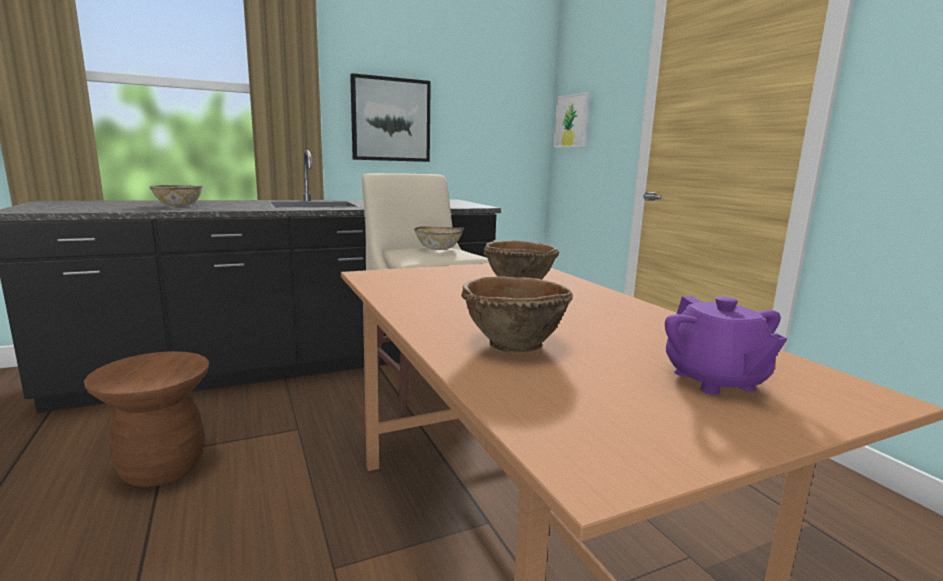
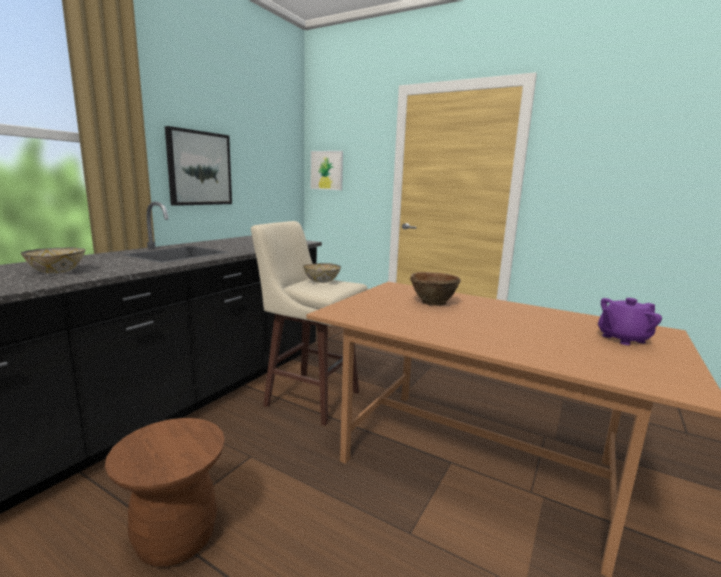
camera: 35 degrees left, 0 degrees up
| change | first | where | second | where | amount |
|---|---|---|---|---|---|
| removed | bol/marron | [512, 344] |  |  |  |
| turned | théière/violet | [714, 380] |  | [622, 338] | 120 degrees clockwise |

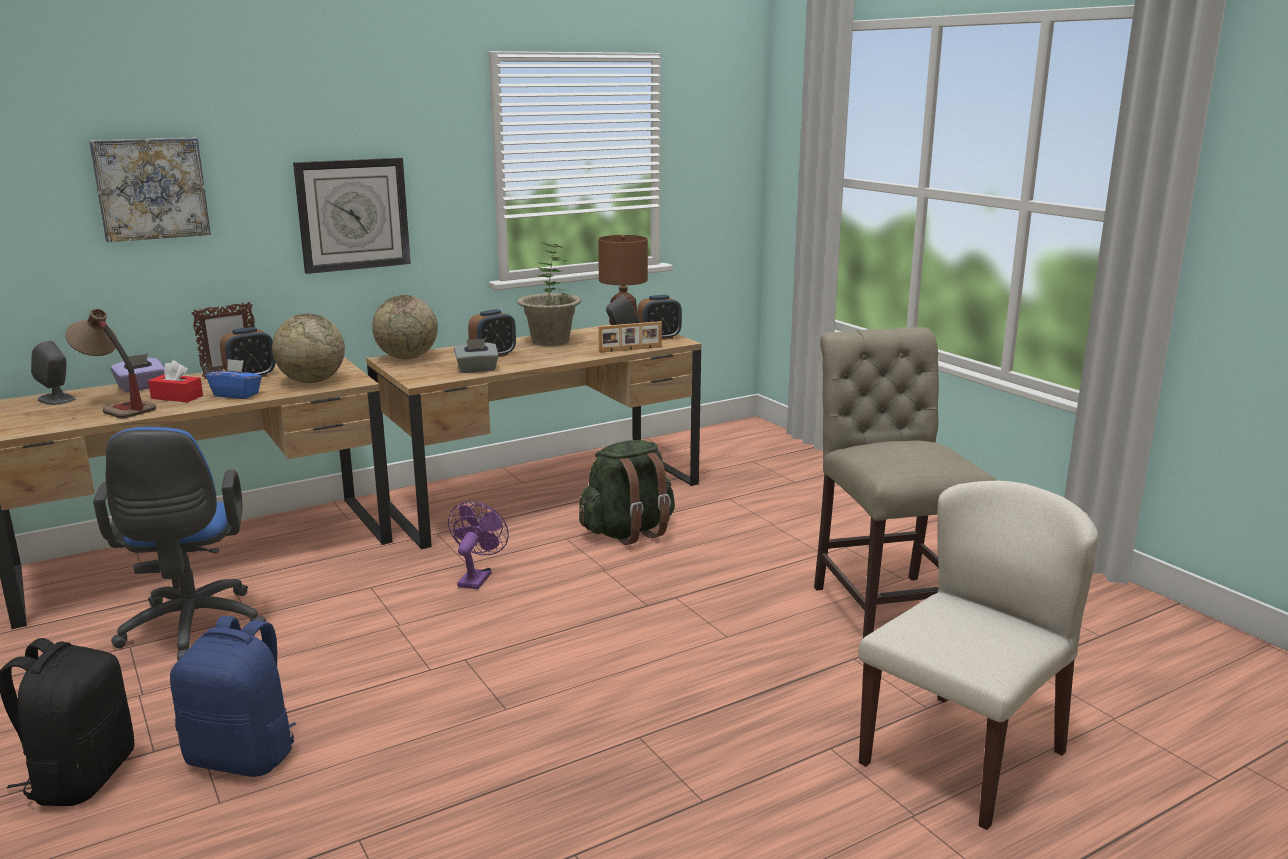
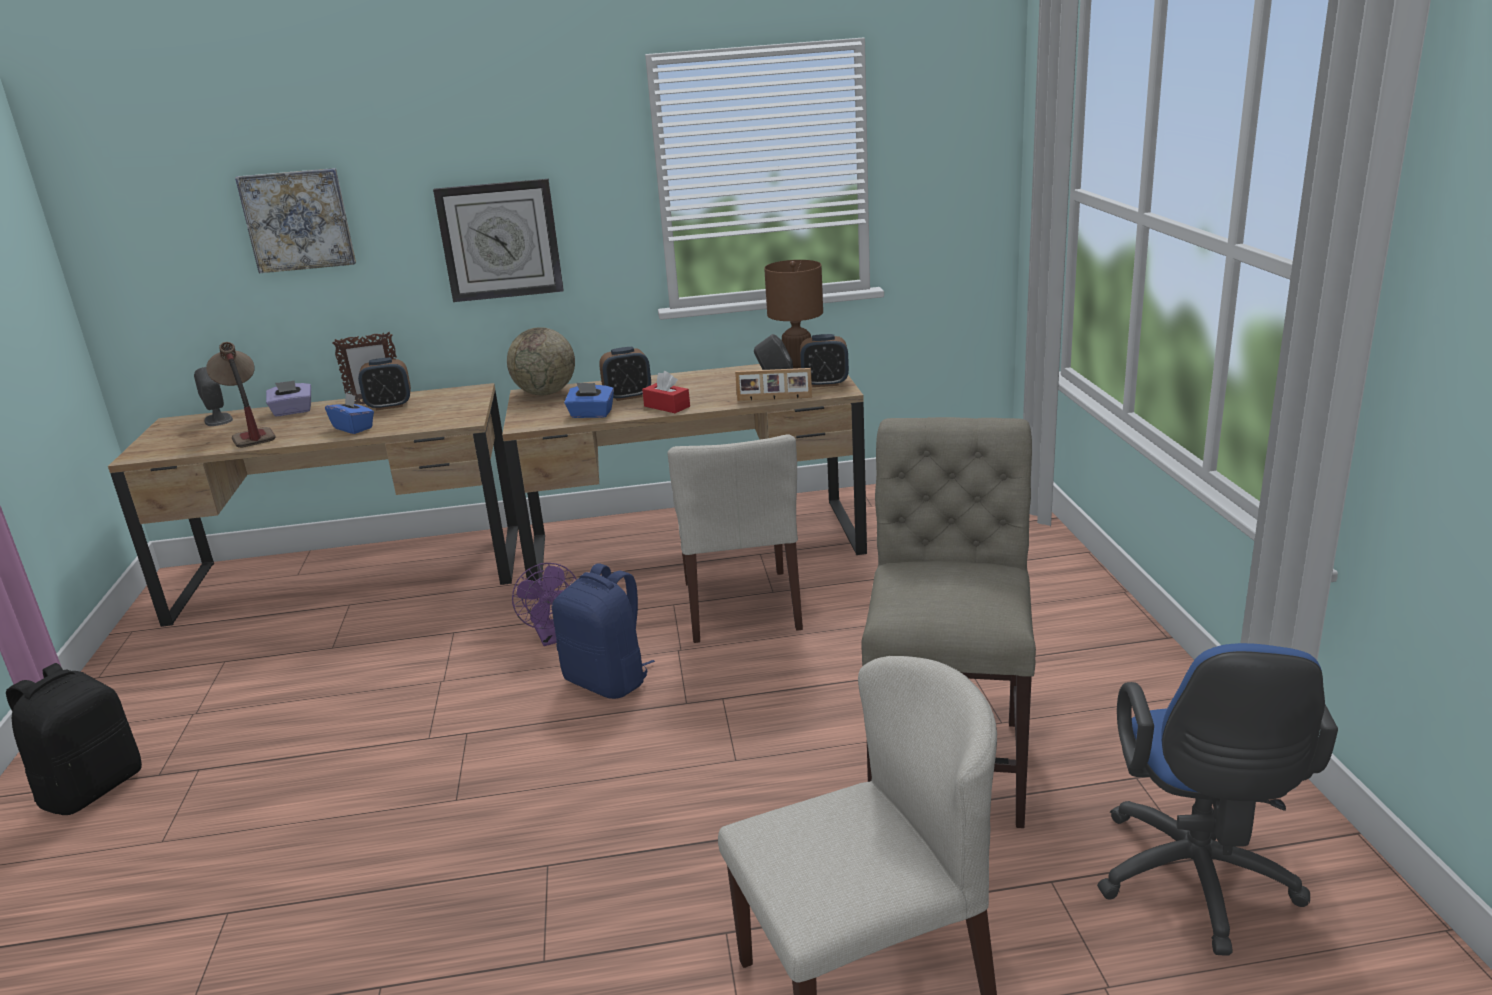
camera: 25 degrees right, 5 degrees up
| change | first | where | second | where | amount |
|---|---|---|---|---|---|
| removed | plante en pot | [550, 341] |  |  |  |
| removed | globe | [312, 381] |  |  |  |
| recoloured | boîte à mouchoirs/gris | [477, 369] | boîte à mouchoirs/bleu | [591, 414] |  |
| moved | boîte à mouchoirs/rouge | [177, 397] |  | [667, 406] |  |
| moved | chaise de bureau/bleu | [191, 630] |  | [1197, 885] |  |
| replaced | sac à dos/vert | [628, 532] | chaise/beige | [741, 606] |  |
| turned | ventilateur/violet | [477, 577] |  | [552, 638] | 120 degrees clockwise |
| moved | sac à dos/bleu | [243, 756] |  | [608, 681] |  |

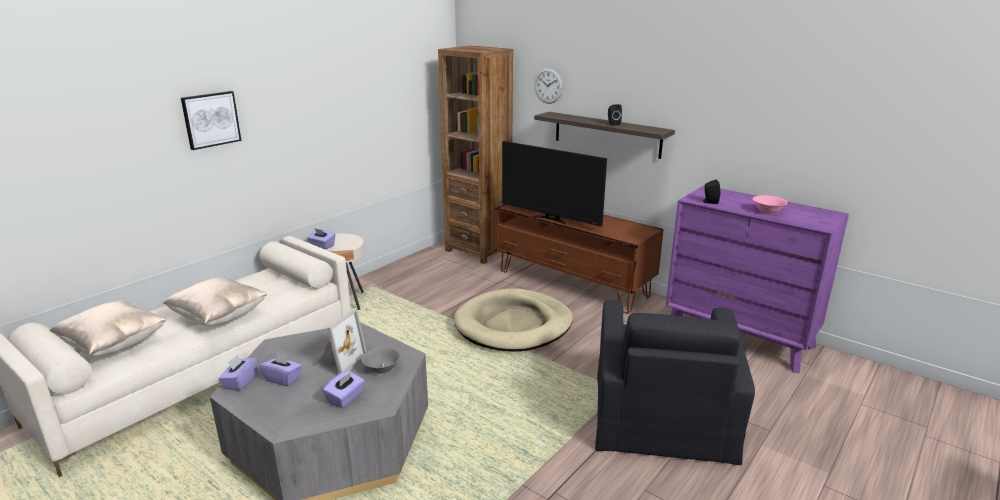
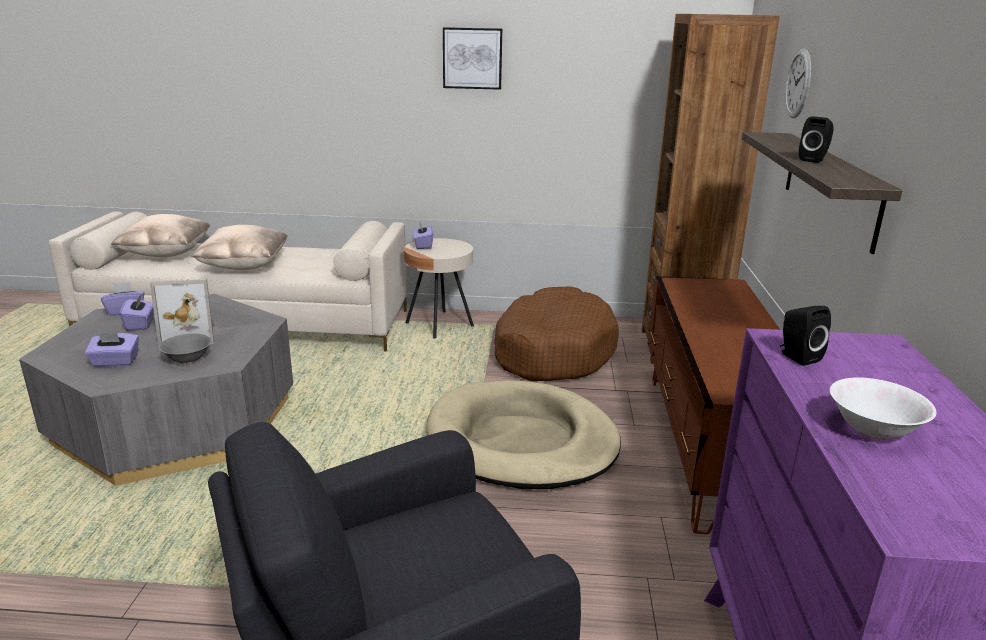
camera: 55 degrees right, 0 degrees up
| change | first | where | second | where | amount |
|---|---|---|---|---|---|
| moved | tableau | [211, 119] |  | [472, 58] |  |
| removed | téléviseur | [551, 219] |  |  |  |
| recoloured | bol/rose | [767, 211] | bol/blanc | [873, 430] |  |
| added |  |  | panier pour chien/marron | [552, 351] |  |

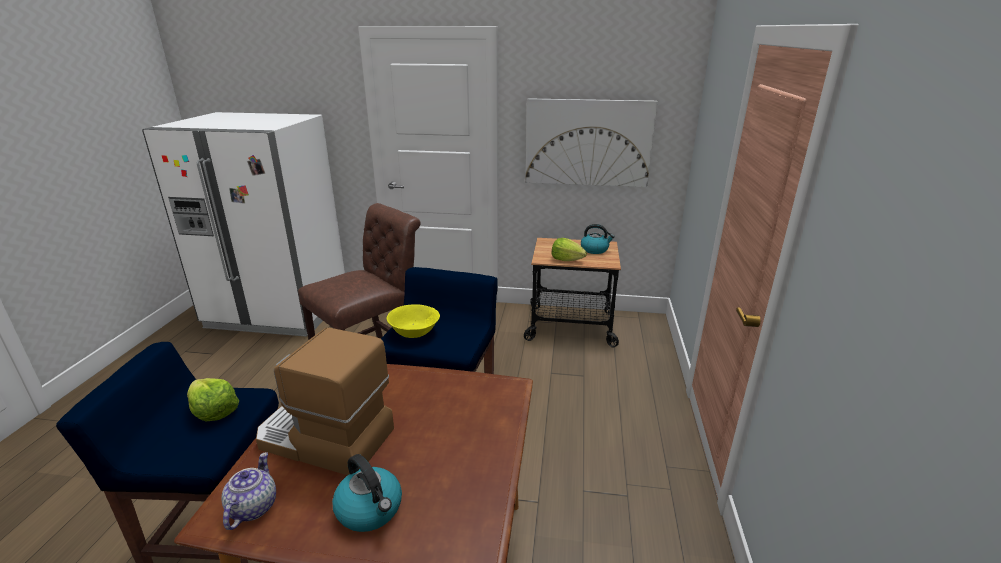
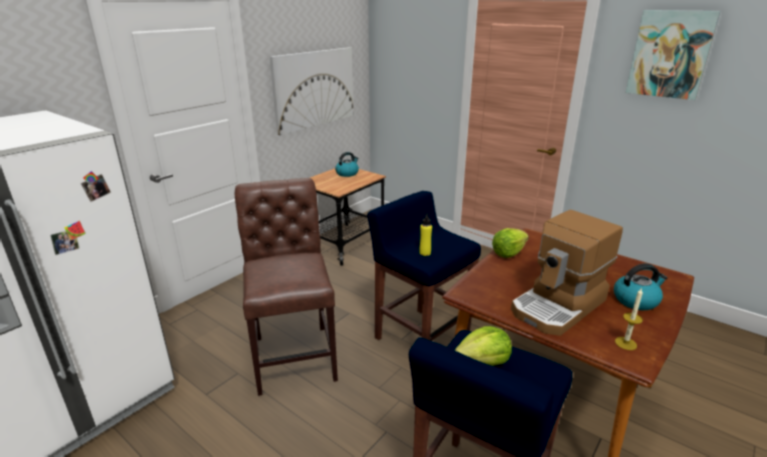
camera: 60 degrees left, 0 degrees up
| change | first | where | second | where | amount |
|---|---|---|---|---|---|
| moved | laitue | [566, 259] |  | [508, 253] |  |
| replaced | bol/jaune | [414, 332] | bouteille/jaune | [425, 253] |  |
| replaced | théière | [252, 507] | bougie | [625, 343] |  |
| added |  |  | tableau | [670, 54] |  |

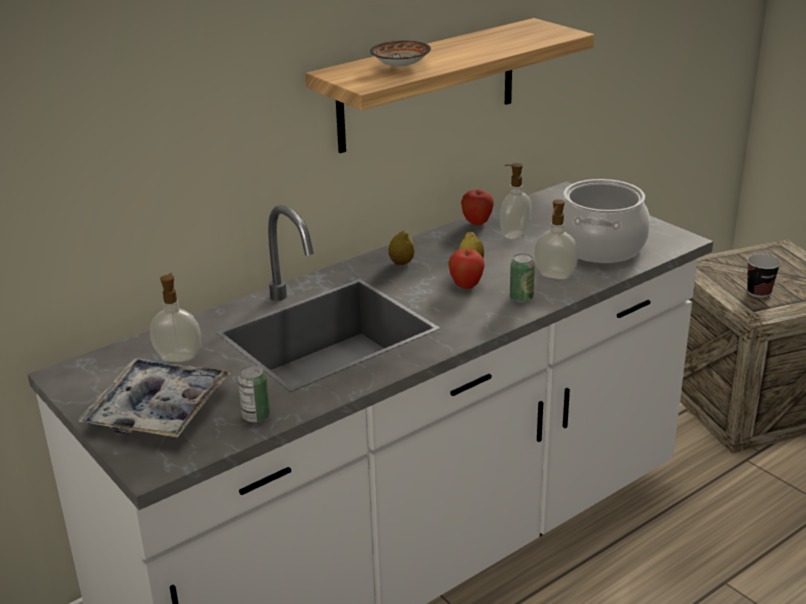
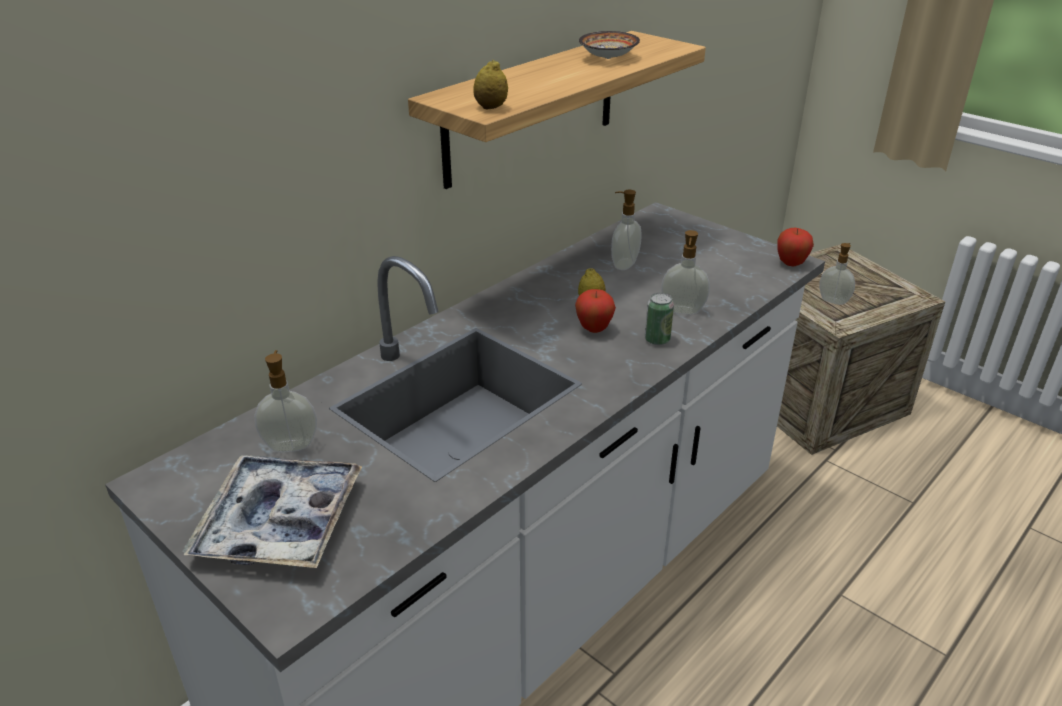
camera: 10 degrees left, 5 degrees up
| change | first | where | second | where | amount |
|---|---|---|---|---|---|
| moved | bol | [401, 66] |  | [608, 58] |  |
| removed | marmite | [601, 247] |  |  |  |
| moved | pomme | [477, 223] |  | [791, 264] |  |
| moved | citron | [401, 263] |  | [491, 107] |  |
| replaced | tasse | [759, 292] | distributeur de savon | [833, 300] |  |
| removed | boîte métallique | [256, 416] |  |  |  |

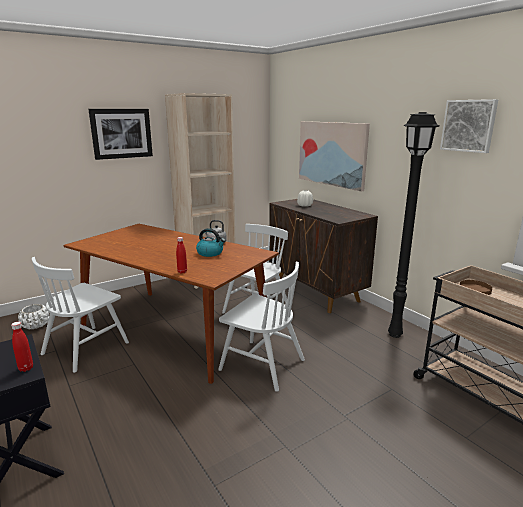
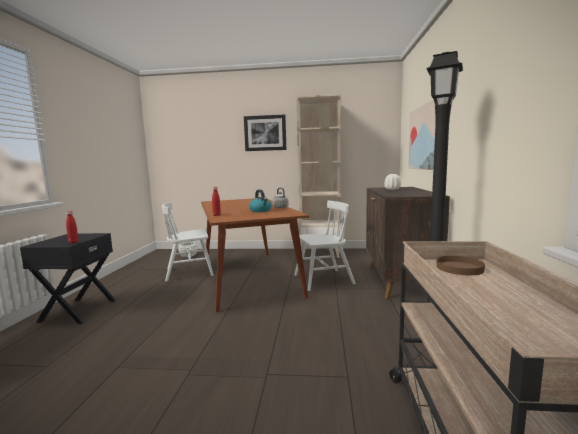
camera: 40 degrees right, 10 degrees down
| change | first | where | second | where | amount |
|---|---|---|---|---|---|
| removed | tableau | [469, 125] |  |  |  |
| removed | chaise/blanc | [262, 364] |  |  |  |

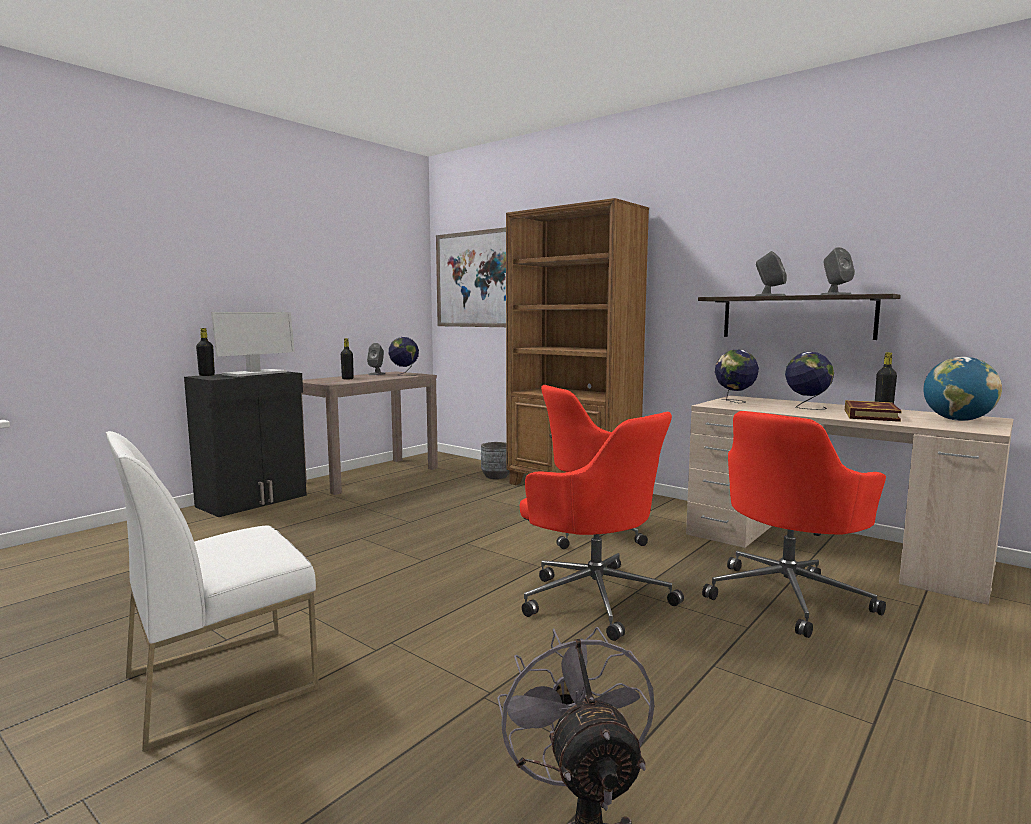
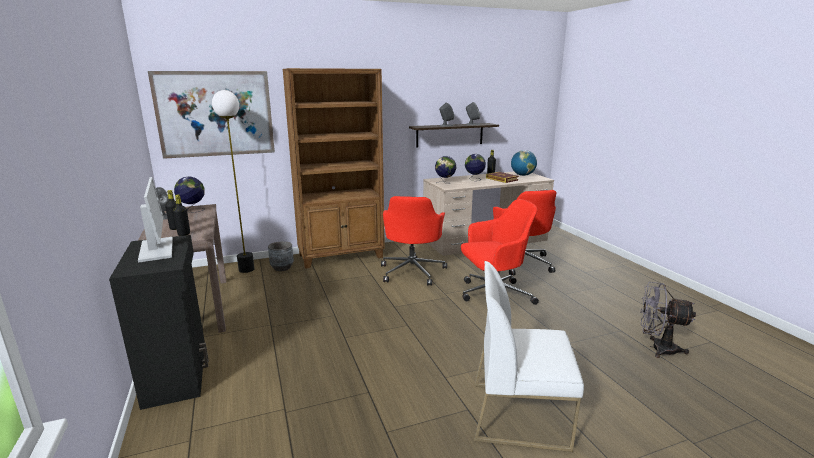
camera: 60 degrees left, 10 degrees up
| change | first | where | second | where | amount |
|---|---|---|---|---|---|
| moved | bouteille/noir | [206, 375] |  | [184, 234] |  |
| turned | chaise/blanc | [222, 681] |  | [520, 414] | 105 degrees clockwise |
| added |  |  | lampadaire | [246, 269] |  |

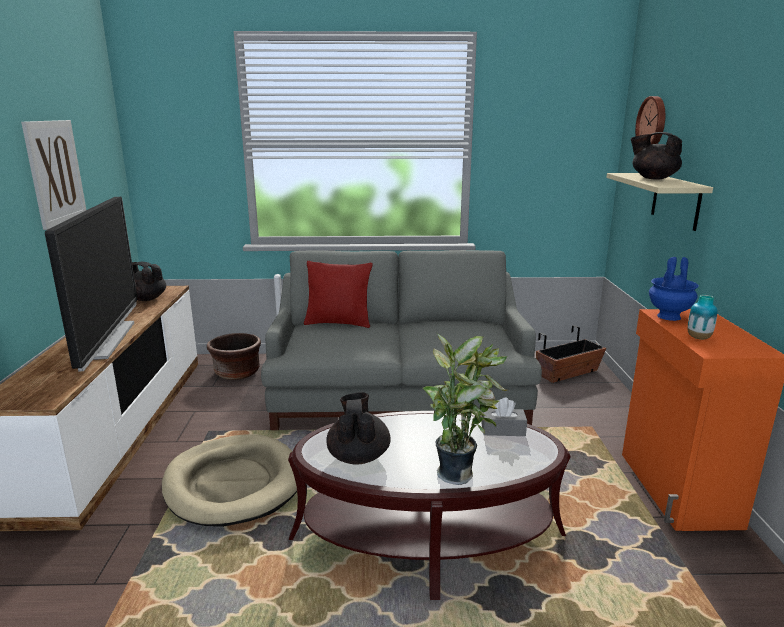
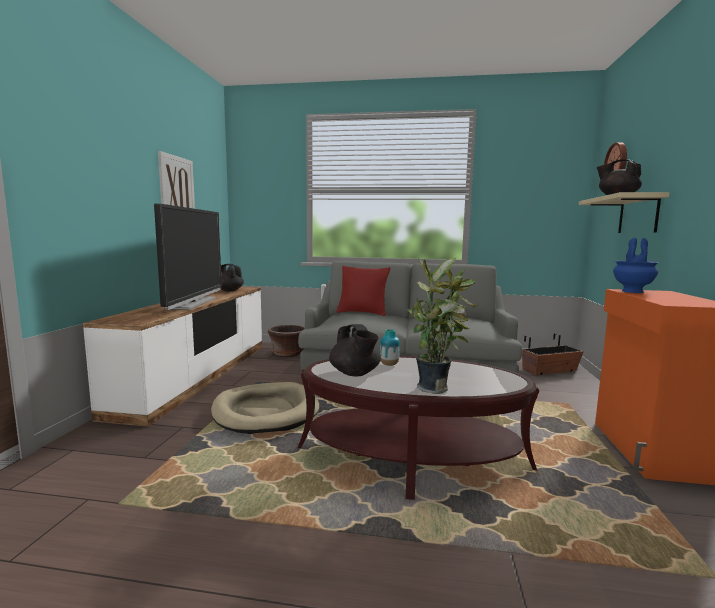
camera: 10 degrees right, 10 degrees down
| change | first | where | second | where | amount |
|---|---|---|---|---|---|
| moved | vase | [698, 338] |  | [389, 364] |  |
| turned | théière/noir | [358, 456] |  | [355, 374] | 150 degrees clockwise |
| removed | boîte à mouchoirs/gris | [503, 430] |  |  |  |

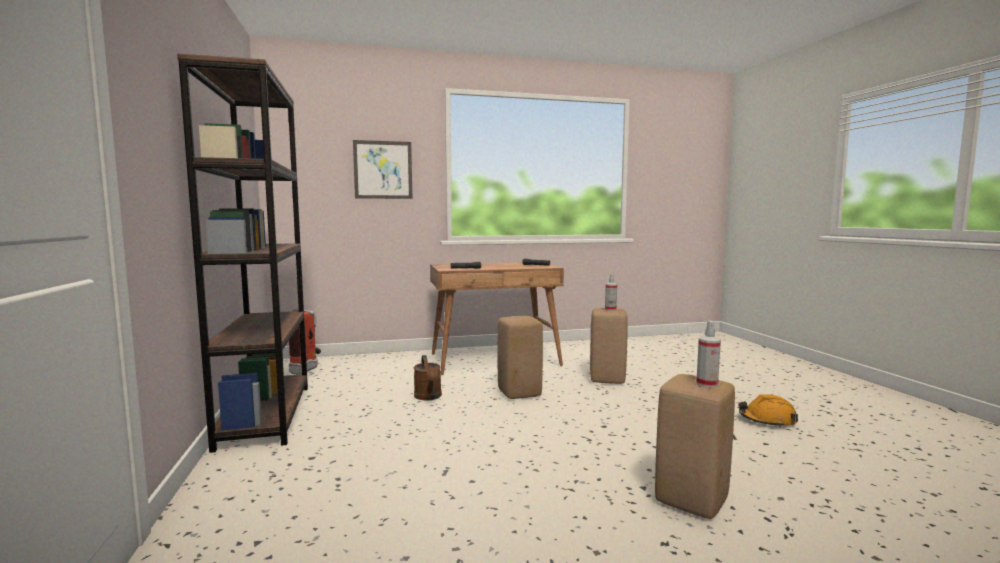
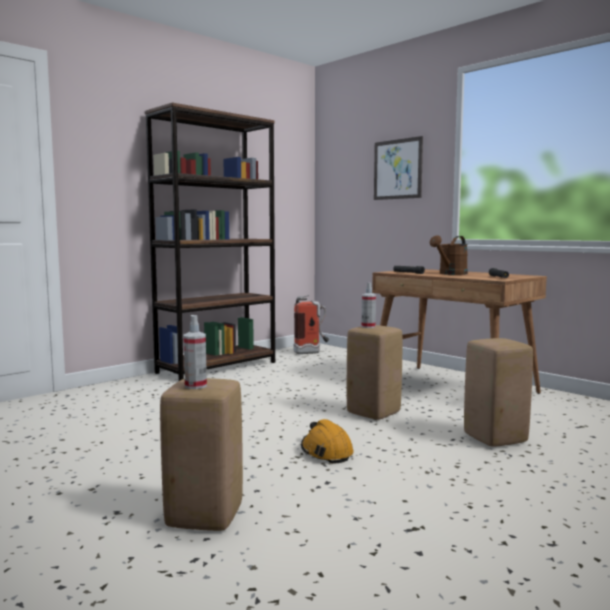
camera: 60 degrees right, 0 degrees up
| change | first | where | second | where | amount |
|---|---|---|---|---|---|
| moved | vaporisateur | [610, 309] |  | [368, 327] |  |
| moved | arrosoir/marron | [429, 397] |  | [450, 274] |  |
| moved | casque de chantier/orange | [767, 420] |  | [326, 452] |  |

